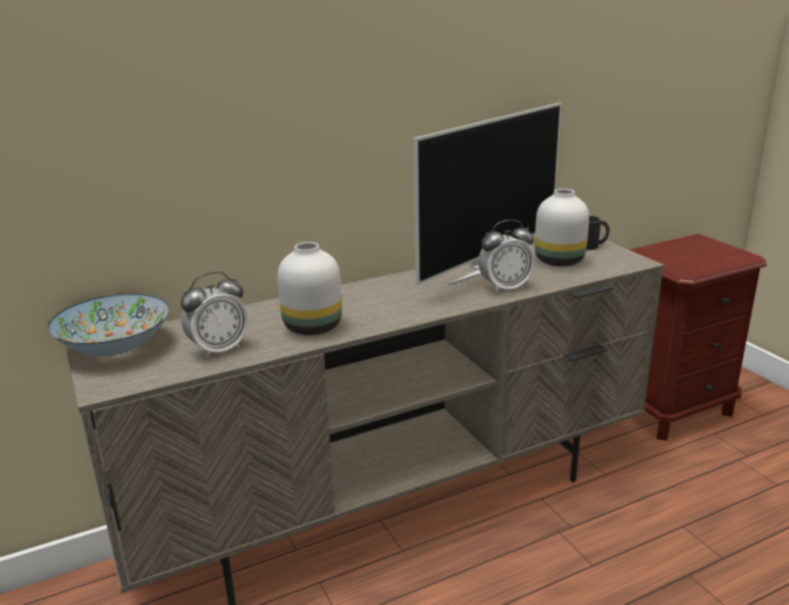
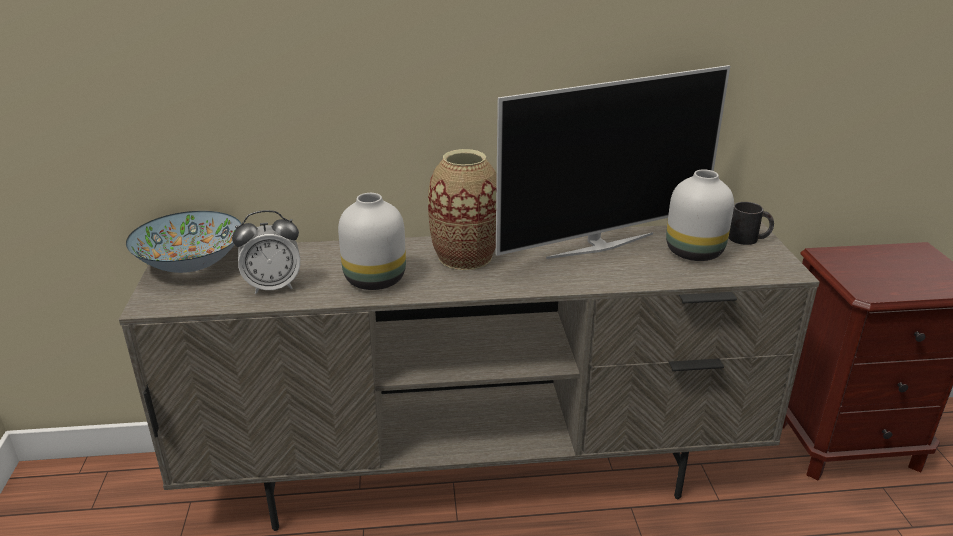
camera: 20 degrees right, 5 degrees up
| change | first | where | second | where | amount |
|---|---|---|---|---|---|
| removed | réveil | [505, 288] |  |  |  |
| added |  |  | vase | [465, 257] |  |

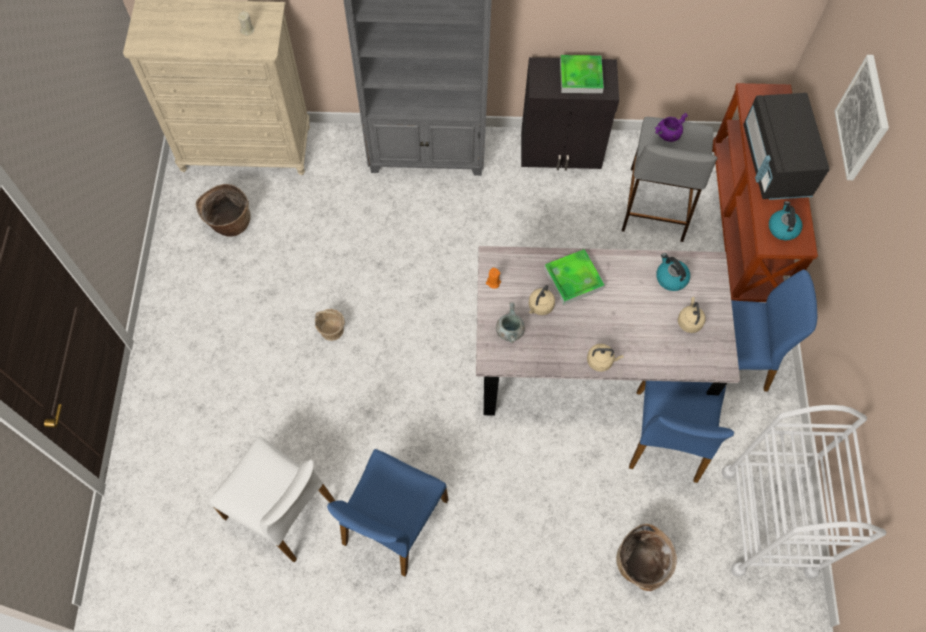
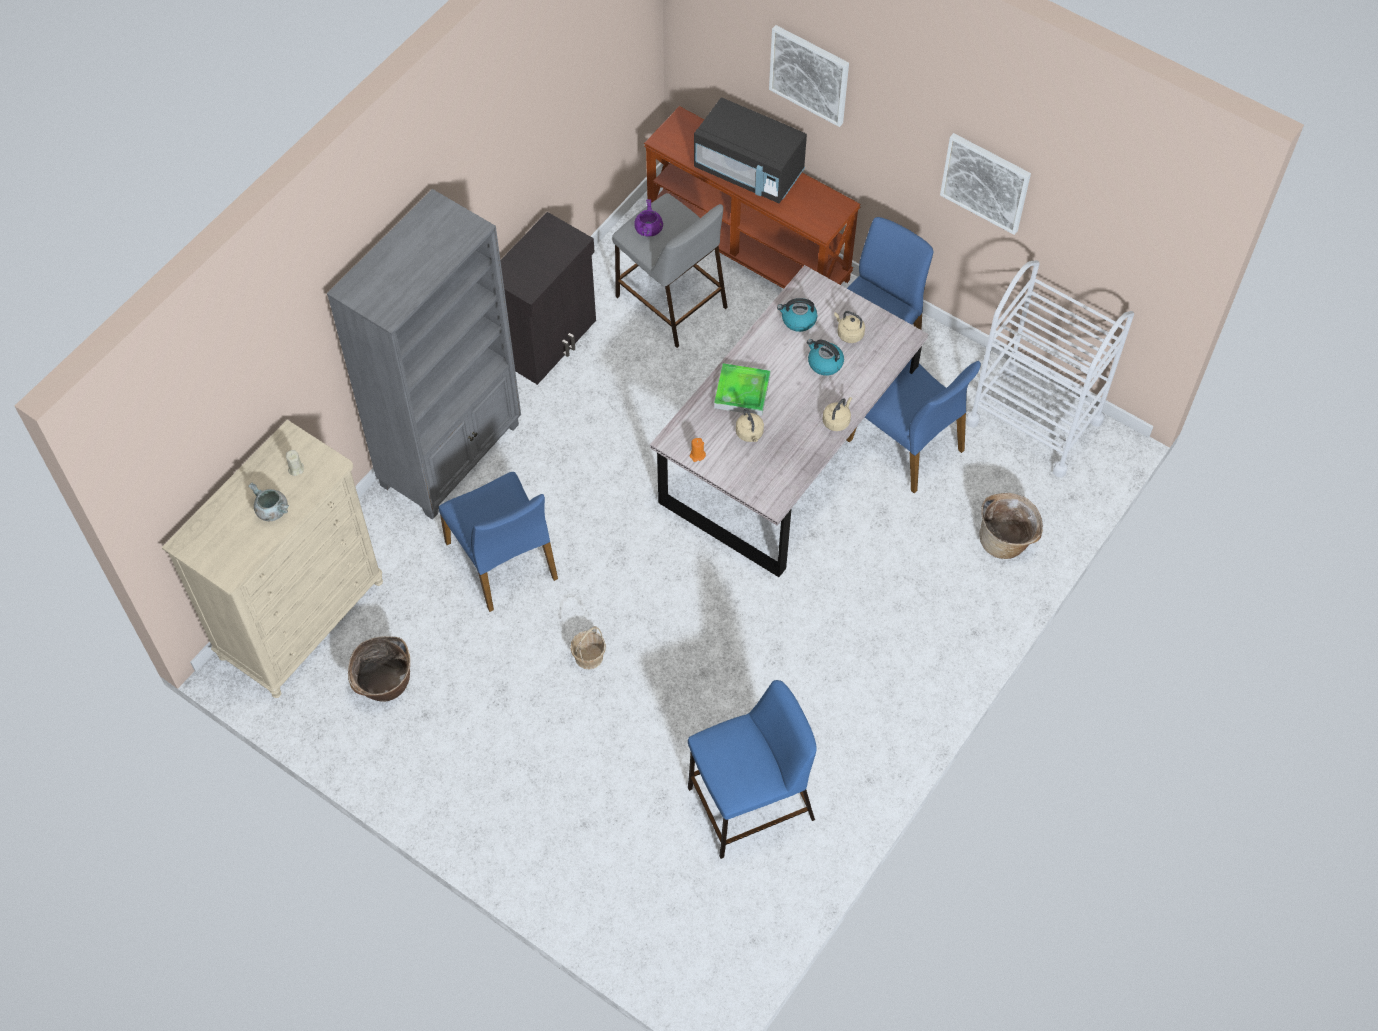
camera: 55 degrees left, 5 degrees down
| change | first | where | second | where | amount |
|---|---|---|---|---|---|
| removed | plateau | [580, 76] |  |  |  |
| moved | bouilloire | [782, 228] |  | [824, 363] |  |
| moved | marmite/gris | [509, 331] |  | [272, 510] |  |
| replaced | chaise/blanc | [282, 509] | tabouret/bleu | [749, 804] |  |
| moved | chaise/bleu | [393, 522] |  | [503, 560] |  |
| added |  |  | tableau | [985, 182] |  |

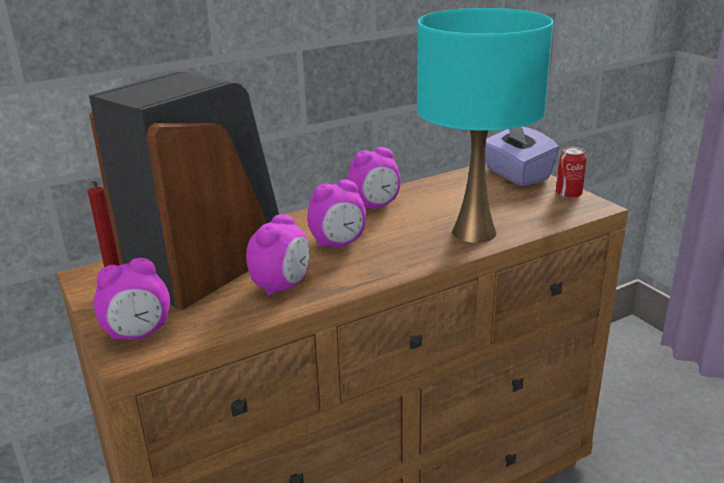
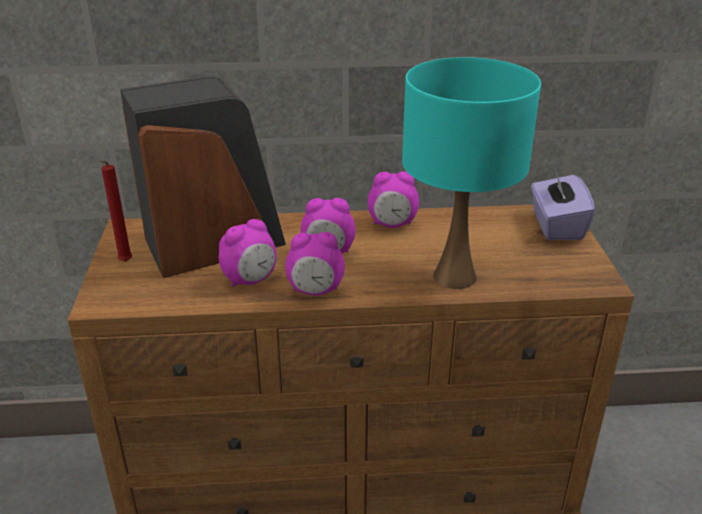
camera: 25 degrees right, 5 degrees up
| change | first | where | second | where | amount |
|---|---|---|---|---|---|
| removed | boîte métallique | [568, 194] |  |  |  |
| moved | réveil | [138, 334] |  | [315, 291] |  |

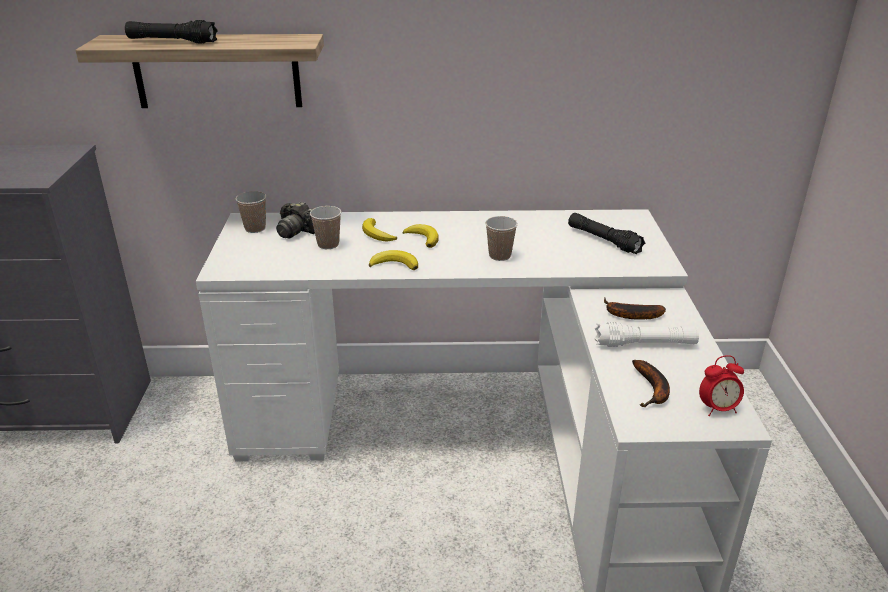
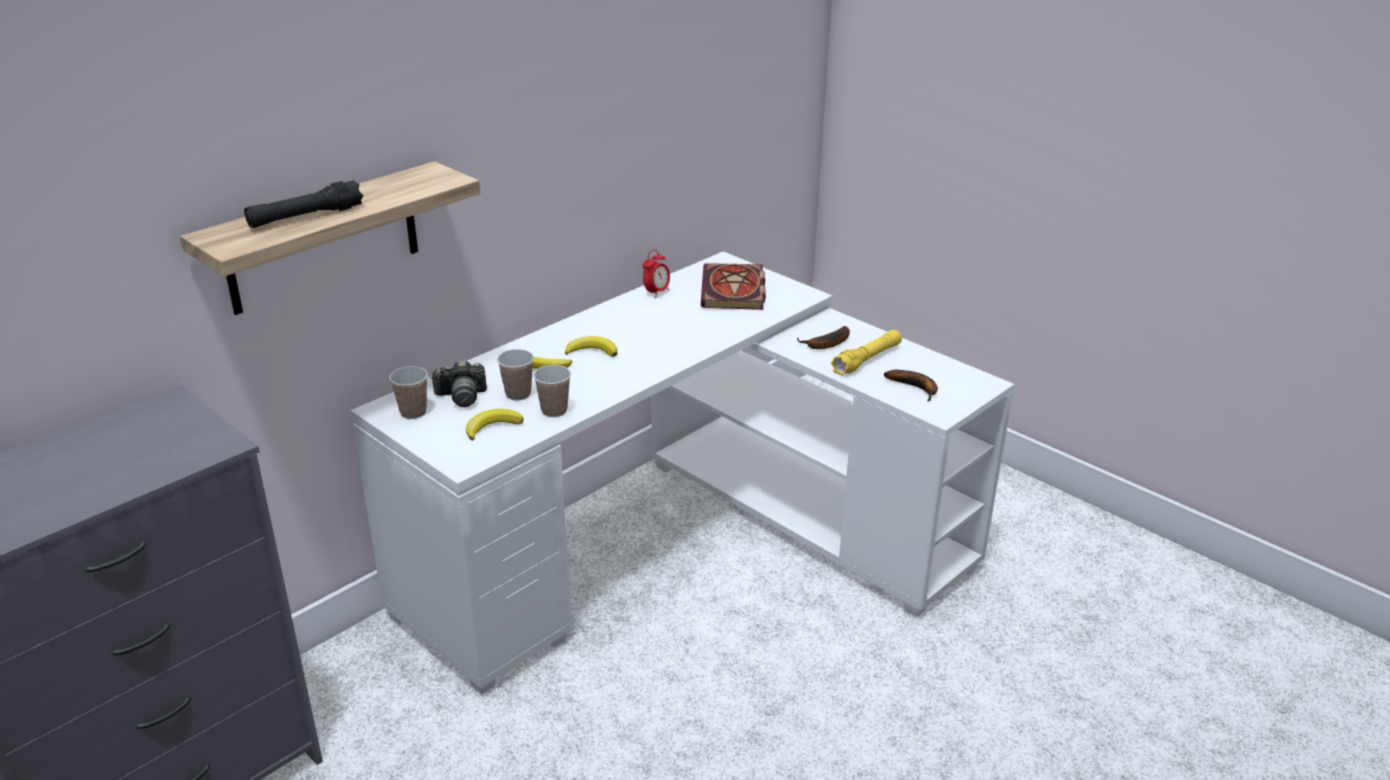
camera: 45 degrees left, 0 degrees up
| change | first | where | second | where | amount |
|---|---|---|---|---|---|
| replaced | lampe de poche/noir | [603, 240] | livre | [734, 291] |  |
| moved | tasse | [500, 256] |  | [554, 411] |  |
| moved | banane | [394, 264] |  | [492, 427] |  |
| recoloured | lampe de poche/blanc | [645, 344] | lampe de poche/jaune | [867, 360] |  |
| moved | réveil | [717, 409] |  | [656, 293] |  |

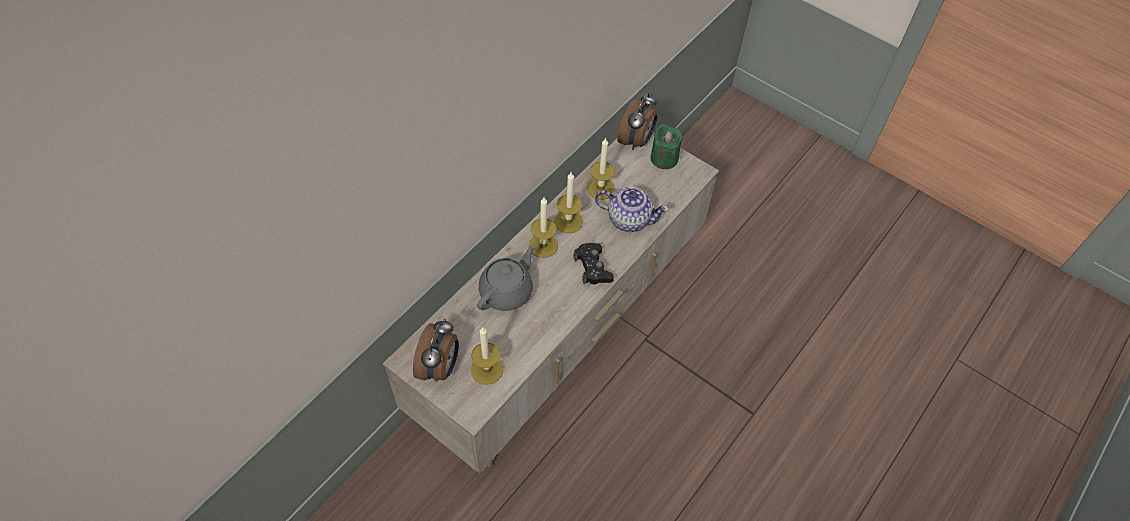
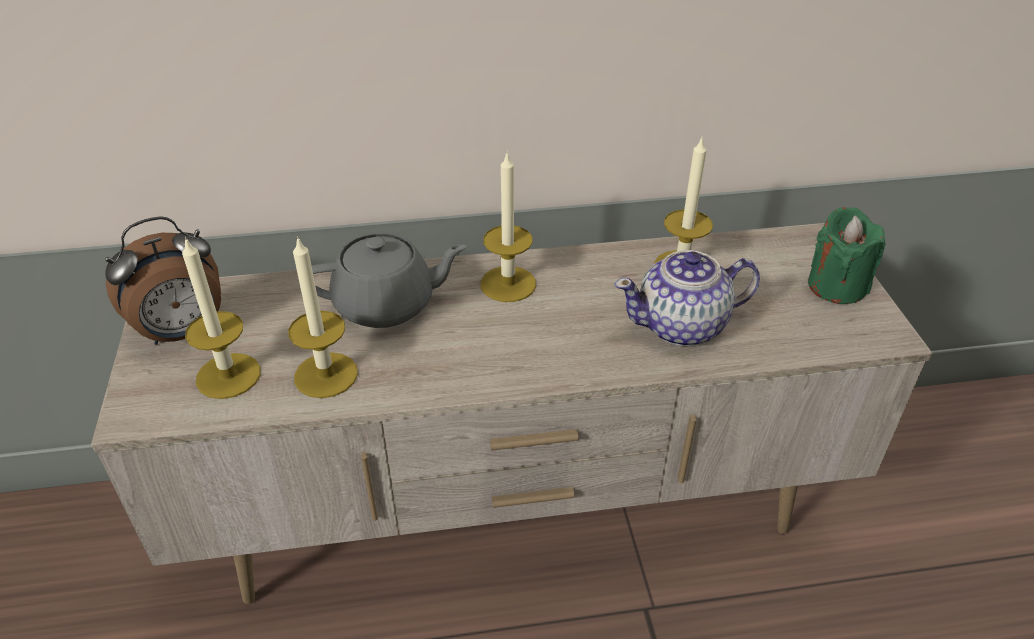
camera: 45 degrees right, 15 degrees down
| change | first | where | second | where | amount |
|---|---|---|---|---|---|
| removed | réveil | [636, 140] |  |  |  |
| moved | bougie | [568, 221] |  | [326, 375] |  |
| turned | théière | [628, 219] |  | [682, 326] | 105 degrees clockwise |
| removed | manette/noir | [593, 268] |  |  |  |

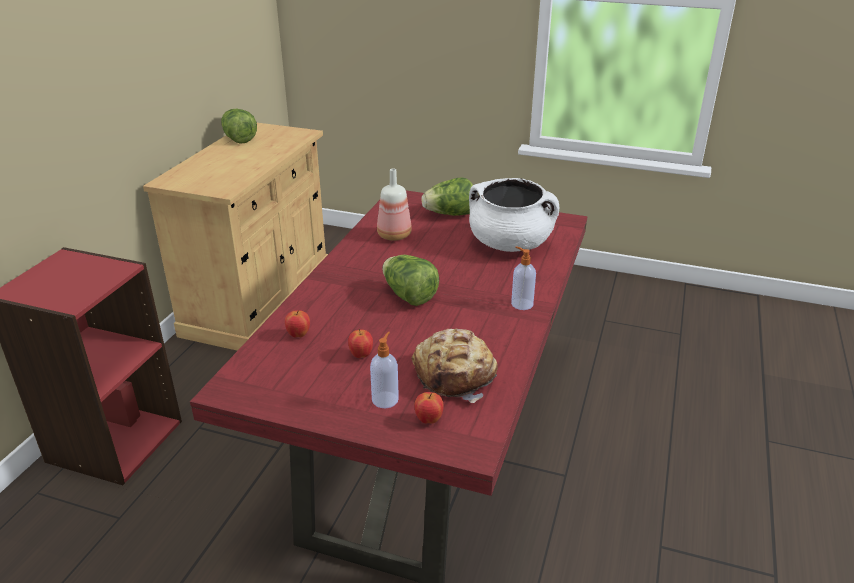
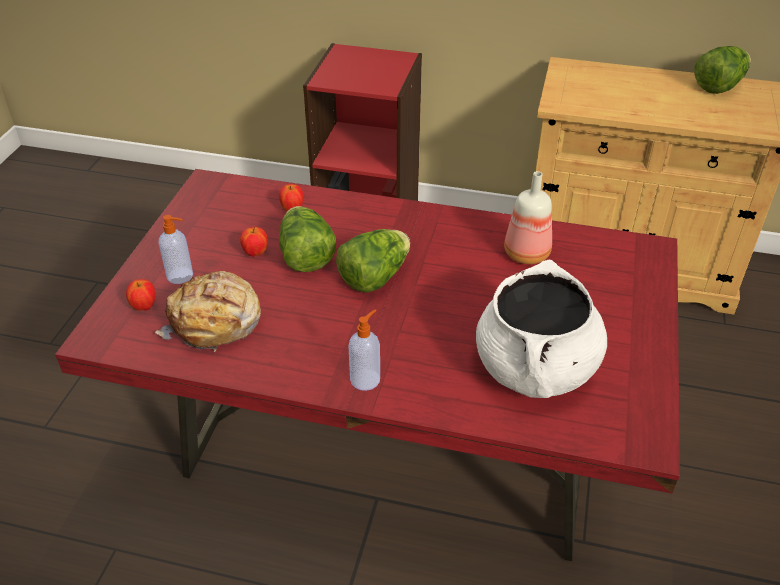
camera: 85 degrees right, 10 degrees up
| change | first | where | second | where | amount |
|---|---|---|---|---|---|
| moved | laitue | [450, 214] |  | [305, 257] |  |

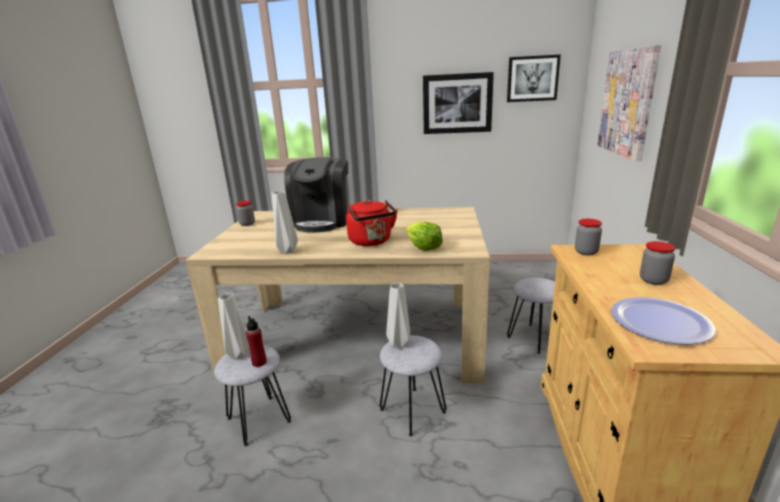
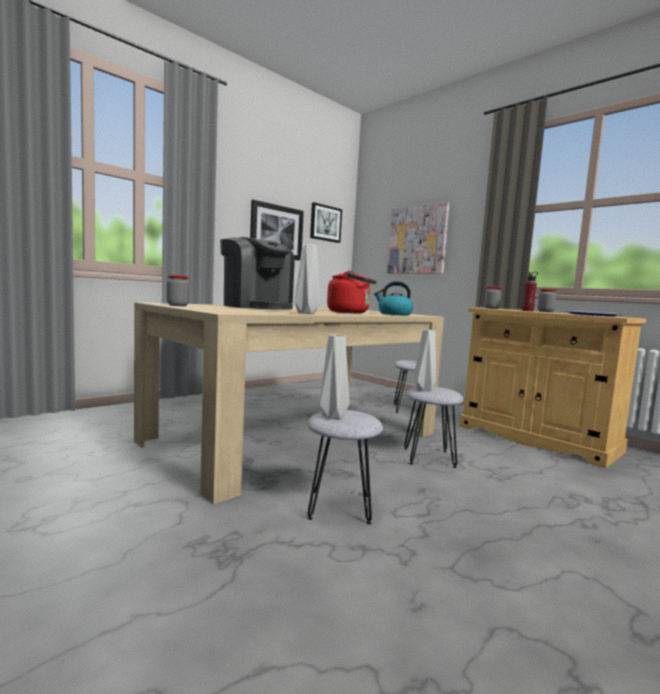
camera: 50 degrees left, 15 degrees down
| change | first | where | second | where | amount |
|---|---|---|---|---|---|
| replaced | laitue | [423, 247] | bouilloire | [394, 314] |  |
| moved | bouteille/rouge | [259, 362] |  | [528, 311] |  |

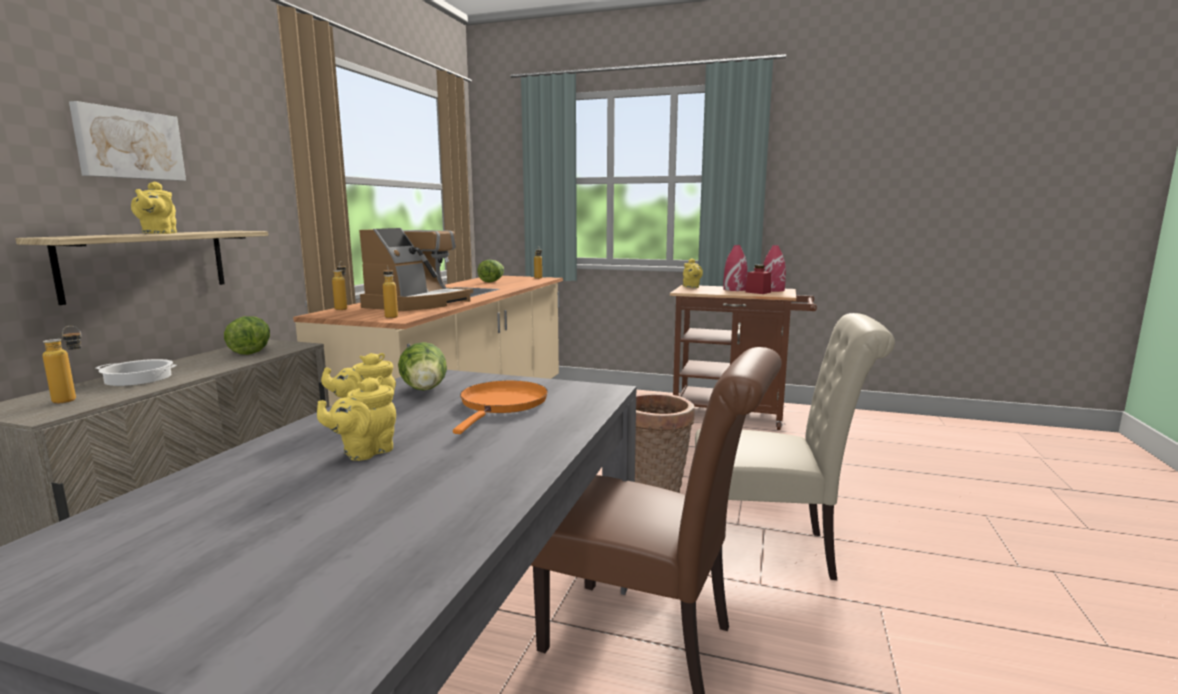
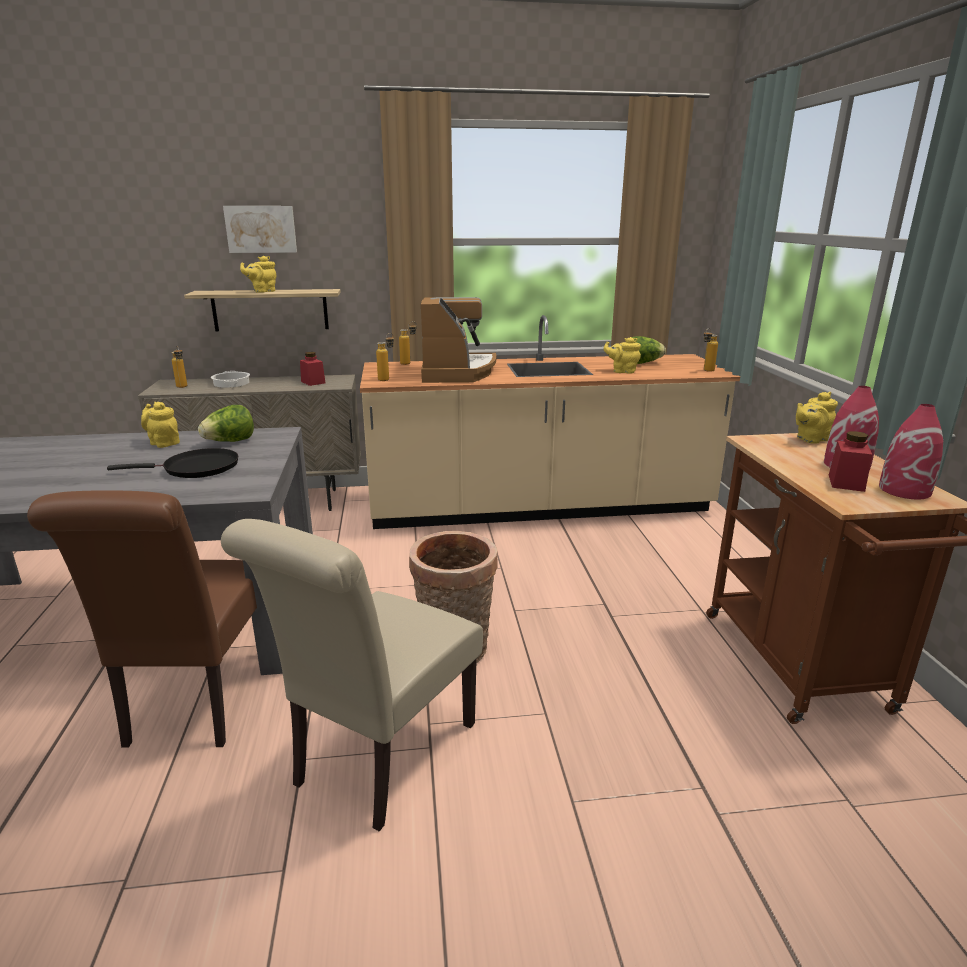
camera: 65 degrees right, 10 degrees up
| change | first | where | second | where | amount |
|---|---|---|---|---|---|
| turned | machine à café | [417, 304] |  | [457, 372] | 90 degrees counterclockwise |
| turned | chaise/beige | [771, 550] |  | [378, 759] | 45 degrees clockwise |
| replaced | laitue | [252, 351] | bocal/rouge | [313, 382] |  |
| moved | théière/jaune | [364, 452] |  | [622, 371] |  |
| recoloured | poêle/orange | [502, 404] | poêle/noir | [196, 468] |  |

